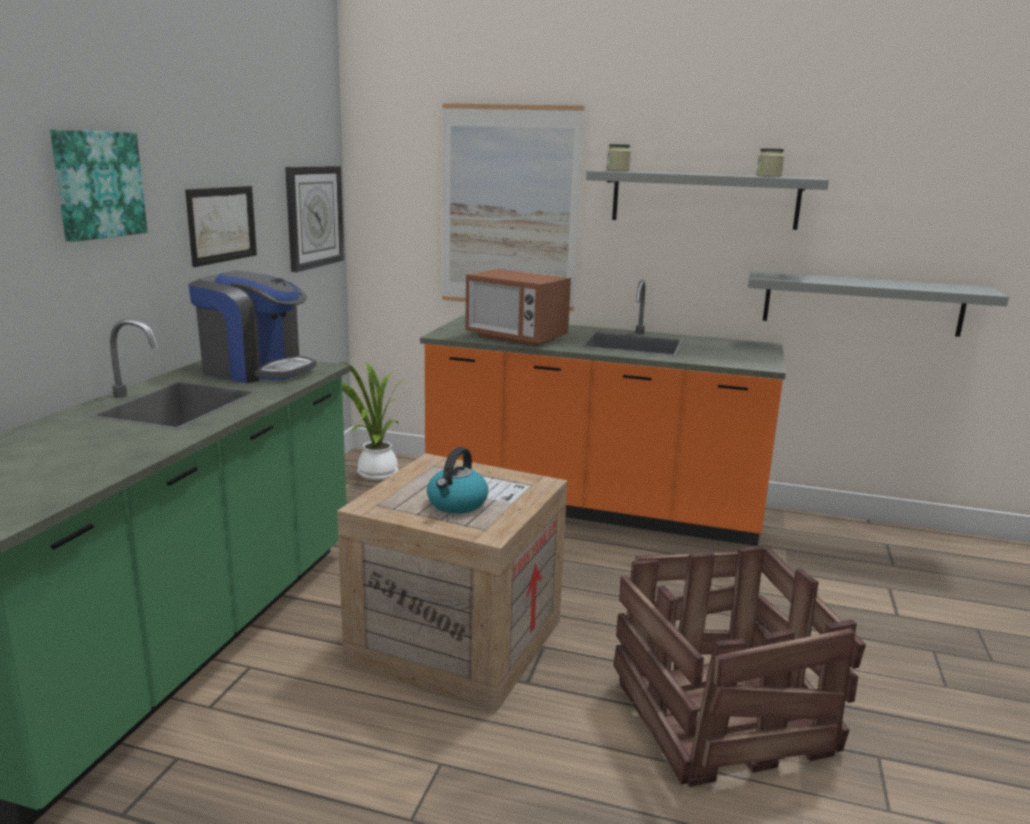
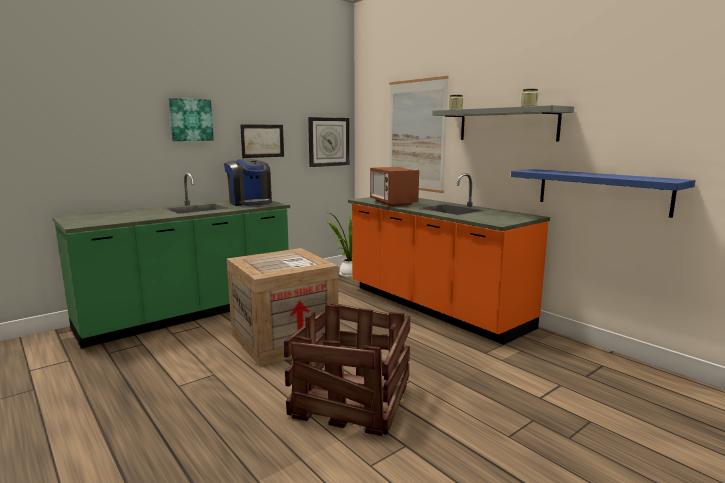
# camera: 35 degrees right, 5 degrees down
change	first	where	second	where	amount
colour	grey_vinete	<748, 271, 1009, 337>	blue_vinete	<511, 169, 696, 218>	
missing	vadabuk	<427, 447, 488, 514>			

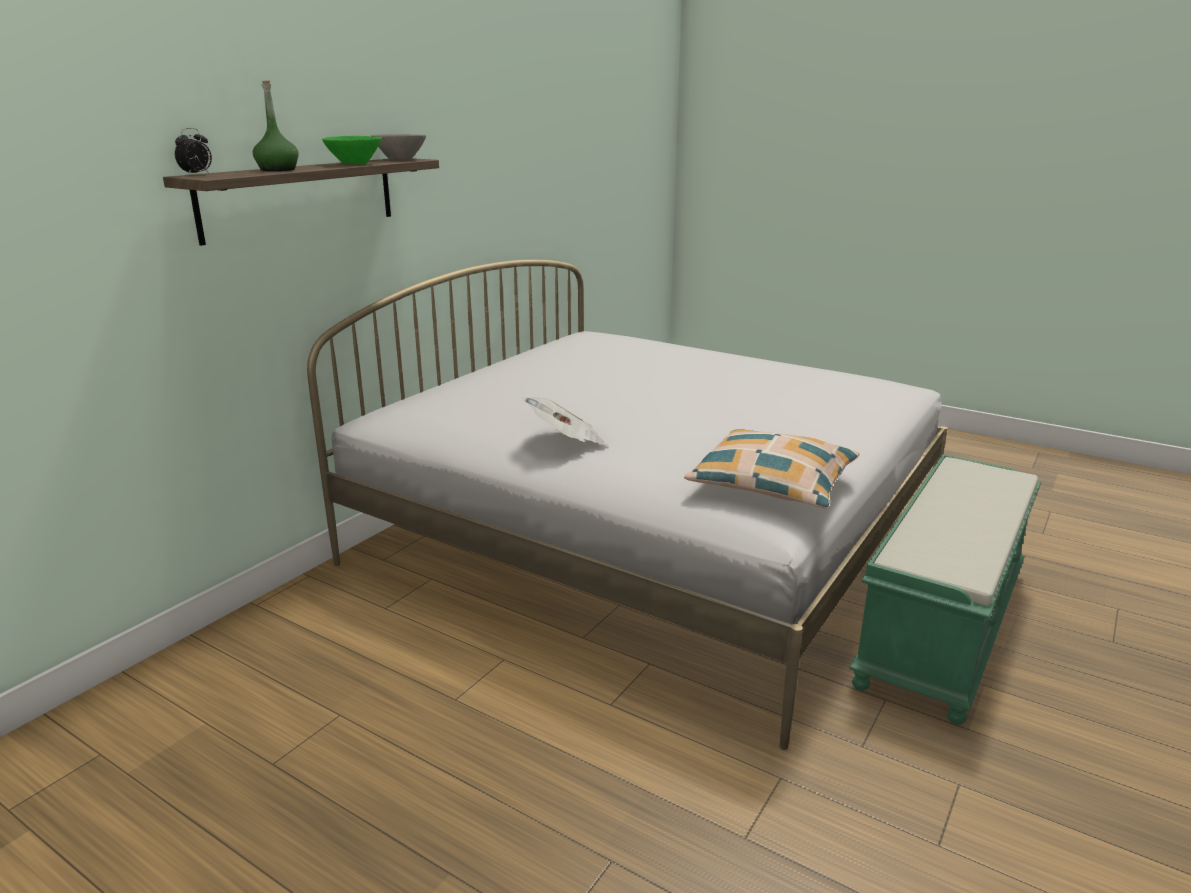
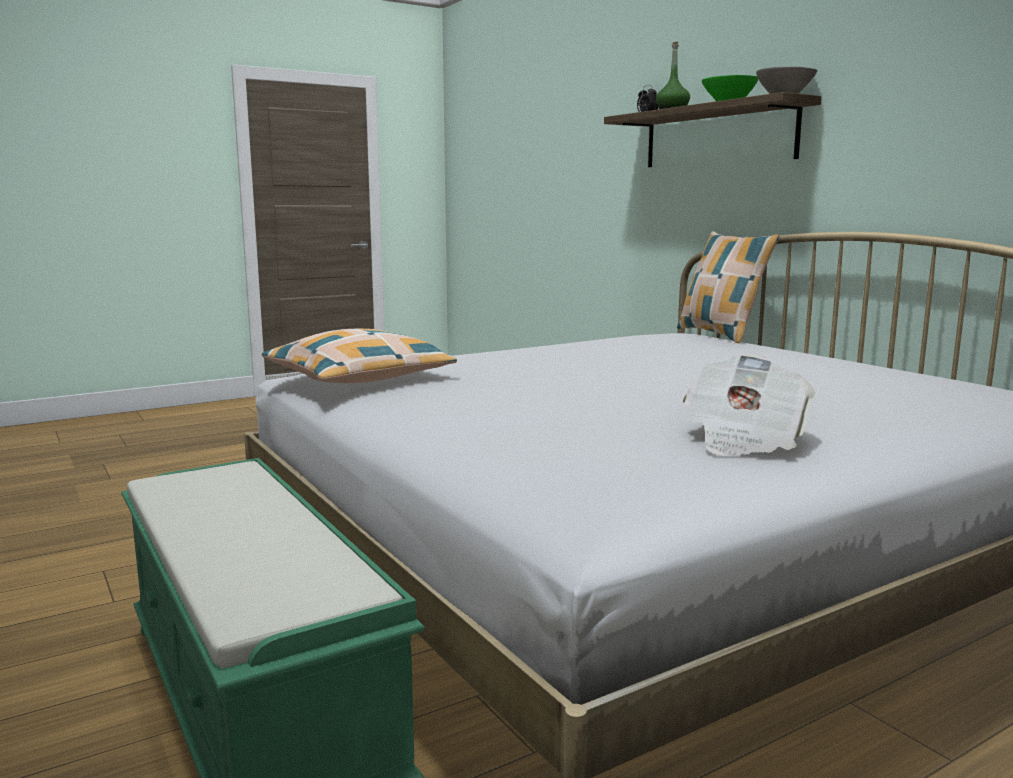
# camera: 115 degrees right, 10 degrees down
change	first	where	second	where	amount
relocated	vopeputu	<522, 397, 608, 445>		<683, 354, 815, 456>	
appeared			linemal	<677, 231, 780, 343>	

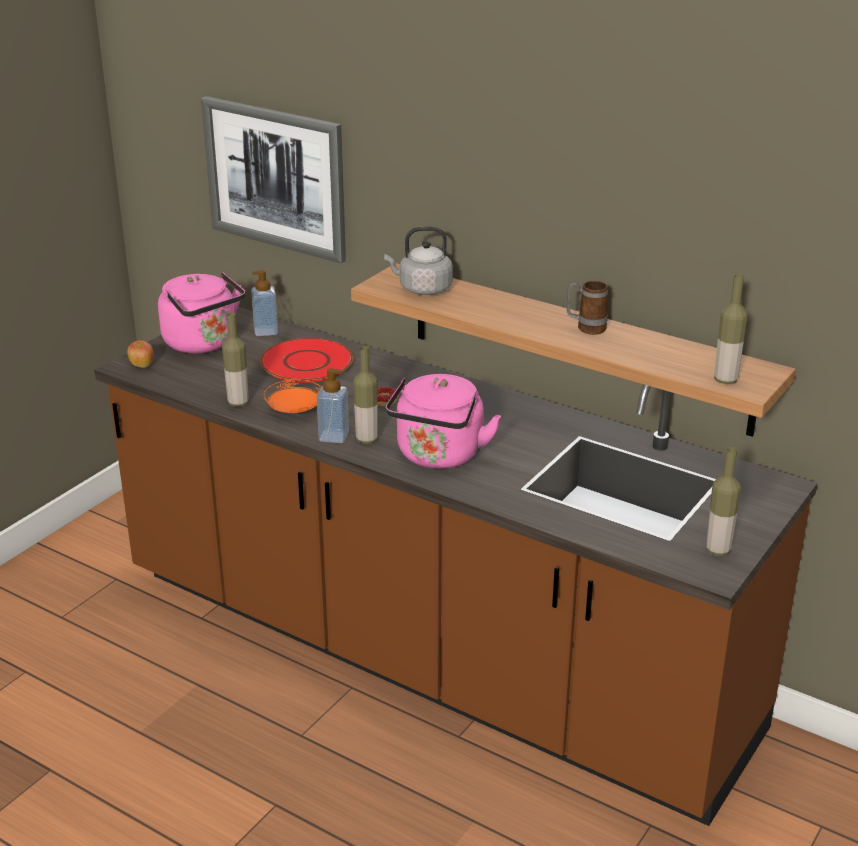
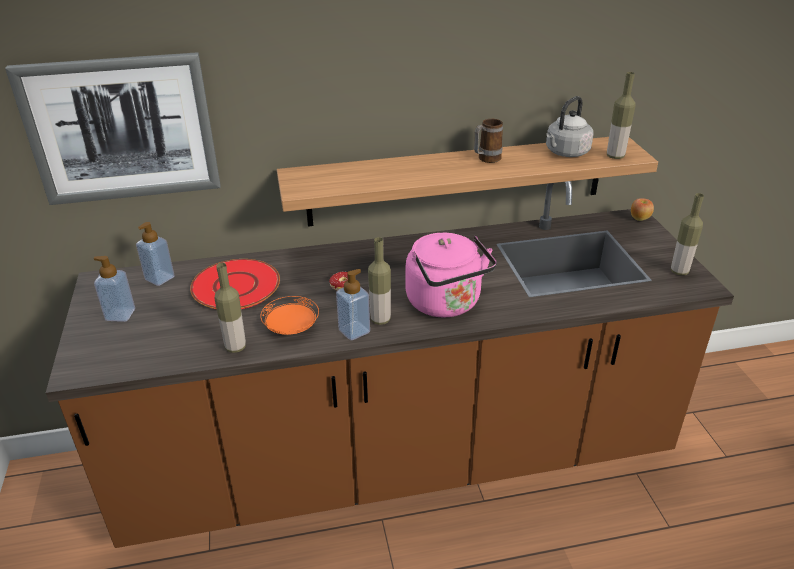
# camera: 45 degrees left, 5 degrees up
change	first	where	second	where	amount
relocated	grey_vadabuk	<384, 226, 453, 295>		<546, 96, 594, 157>	
exchanged	pink_vadabuk	<158, 272, 246, 353>	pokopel	<94, 256, 135, 322>	
relocated	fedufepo	<127, 340, 153, 368>		<631, 198, 654, 221>	

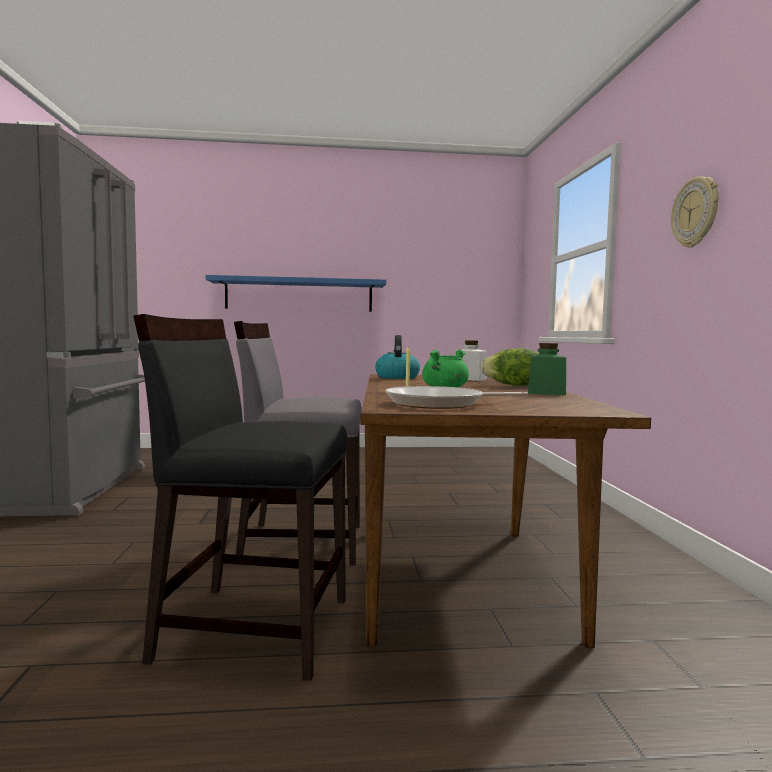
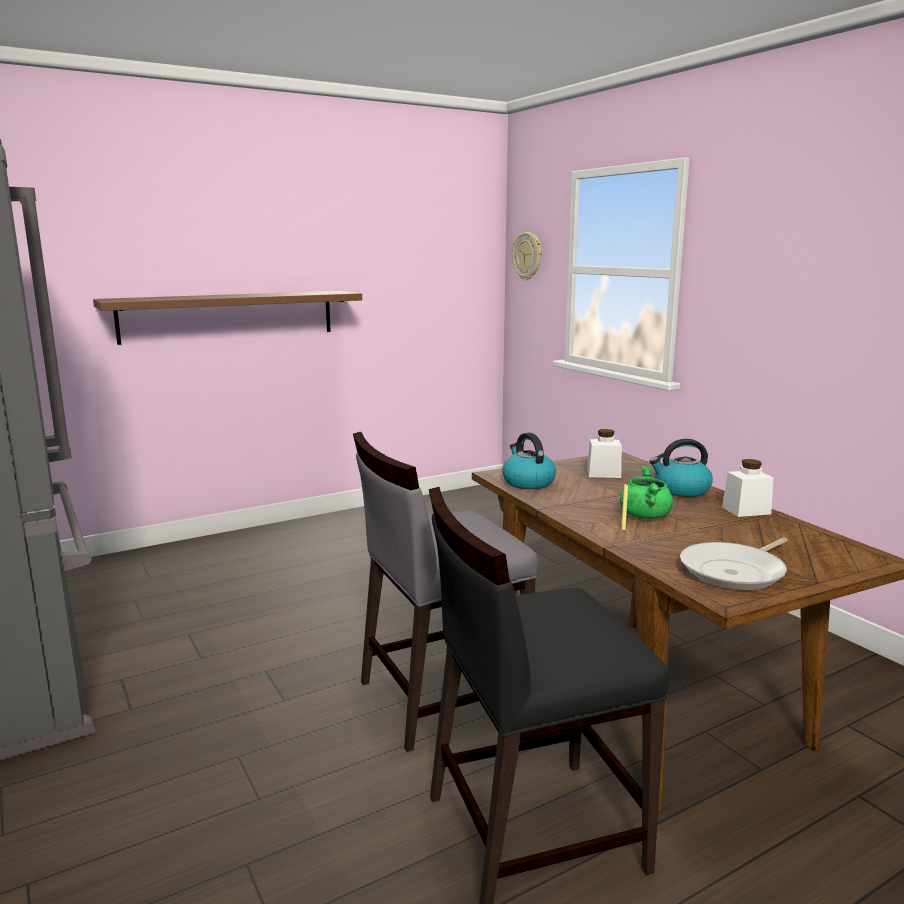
# camera: 25 degrees left, 10 degrees up
change	first	where	second	where	amount
relocated	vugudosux	<671, 177, 719, 248>		<512, 232, 541, 280>	
colour	blue_vinete	<206, 275, 386, 312>	brown_vinete	<93, 291, 362, 345>	
colour	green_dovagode	<528, 343, 566, 395>	white_dovagode	<722, 459, 774, 517>	
exchanged	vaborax	<481, 348, 539, 386>	vadabuk	<650, 439, 713, 497>	

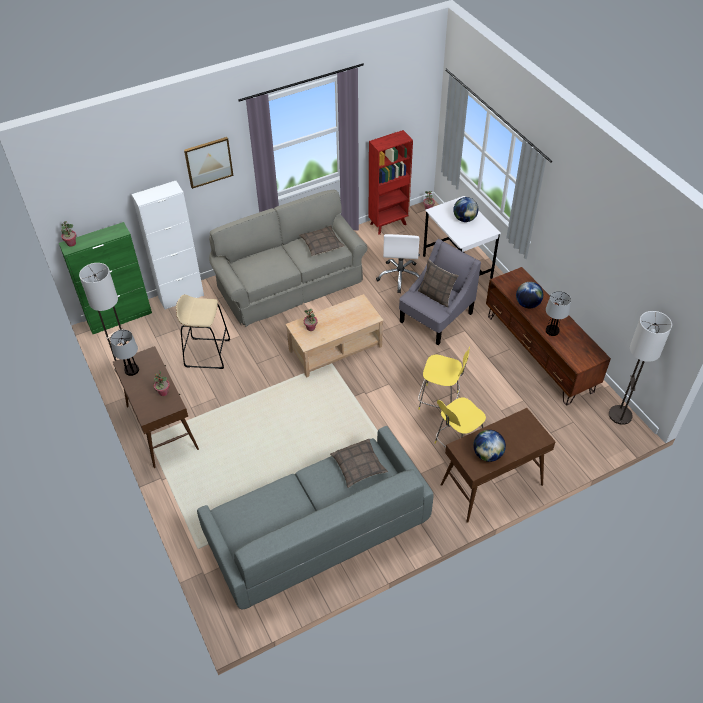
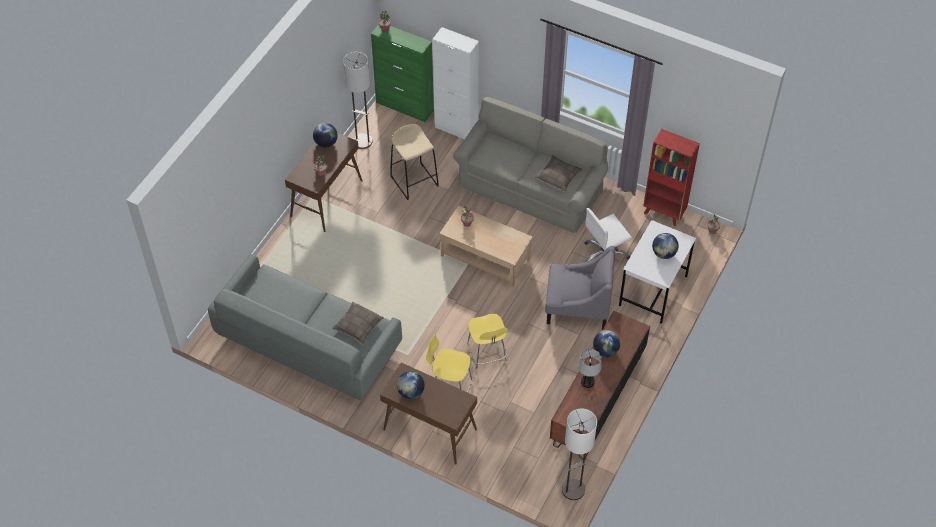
# camera: 55 degrees right, 5 degrees up
change	first	where	second	where	amount
missing	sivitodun	<184, 137, 234, 189>			
missing	linemal	<418, 259, 458, 308>			
exchanged	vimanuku	<110, 330, 139, 376>	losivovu	<313, 123, 338, 147>	

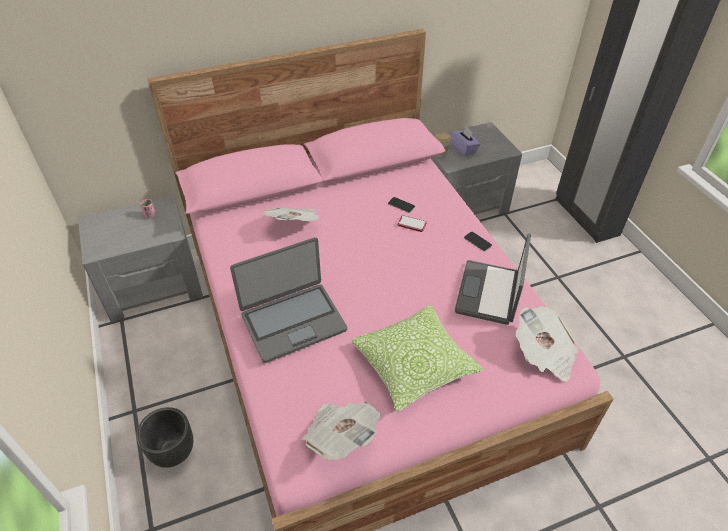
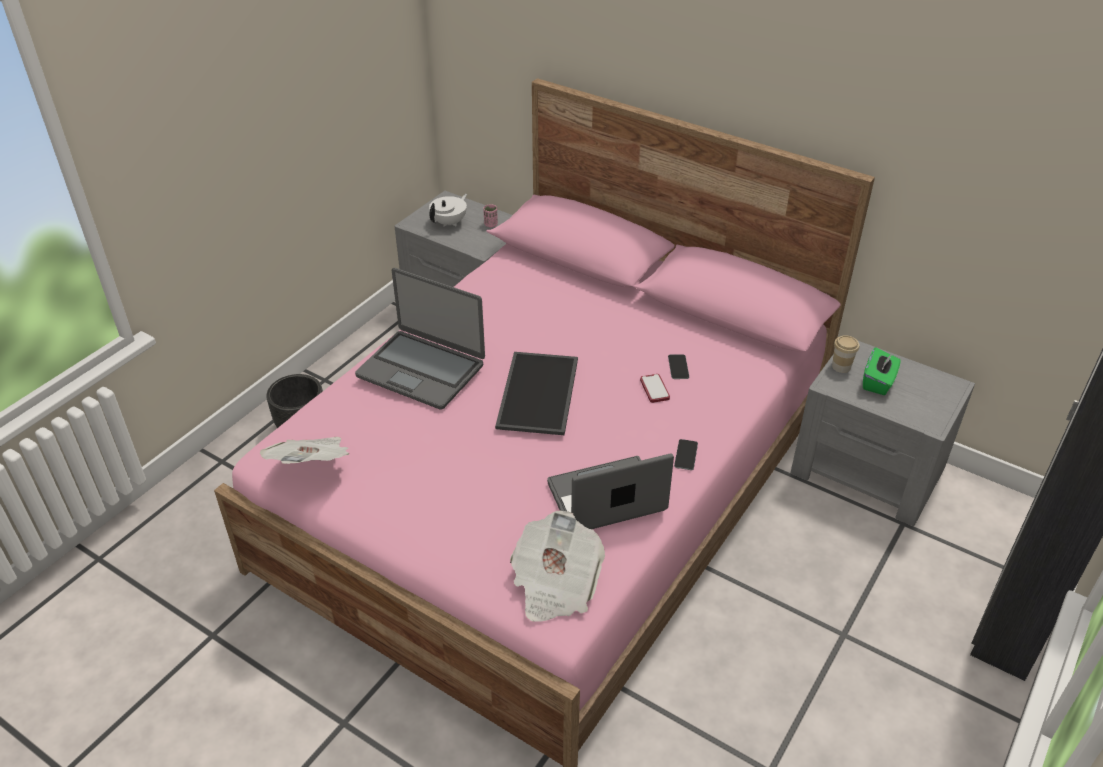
# camera: 55 degrees right, 5 degrees down
change	first	where	second	where	amount
colour	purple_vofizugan	<451, 127, 481, 156>	green_vofizugan	<863, 347, 901, 395>	
missing	vopeputu	<263, 207, 320, 221>			
missing	linemal	<351, 305, 483, 412>			
appeared			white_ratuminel	<429, 194, 467, 227>	
appeared			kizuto	<495, 352, 578, 435>	

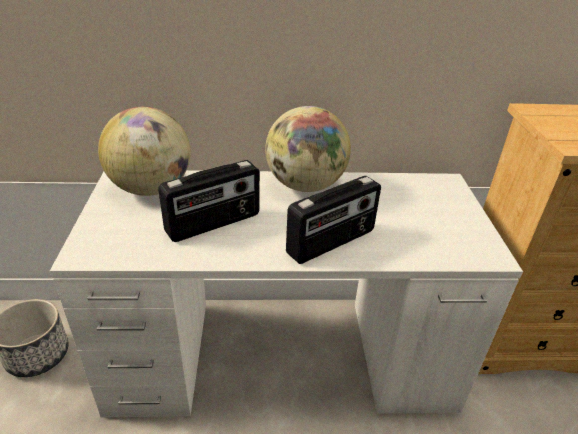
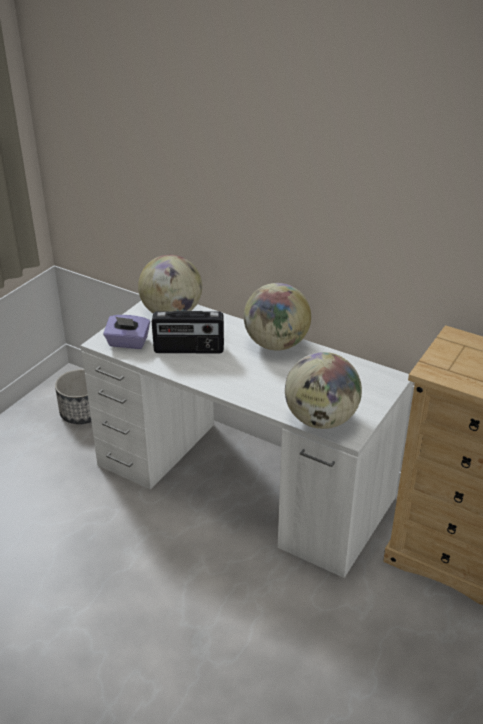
# camera: 35 degrees right, 0 degrees up
change	first	where	second	where	amount
missing	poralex	<286, 176, 381, 264>			
appeared			purple_vofizugan	<103, 315, 150, 349>	
appeared			losivovu	<285, 352, 362, 429>	

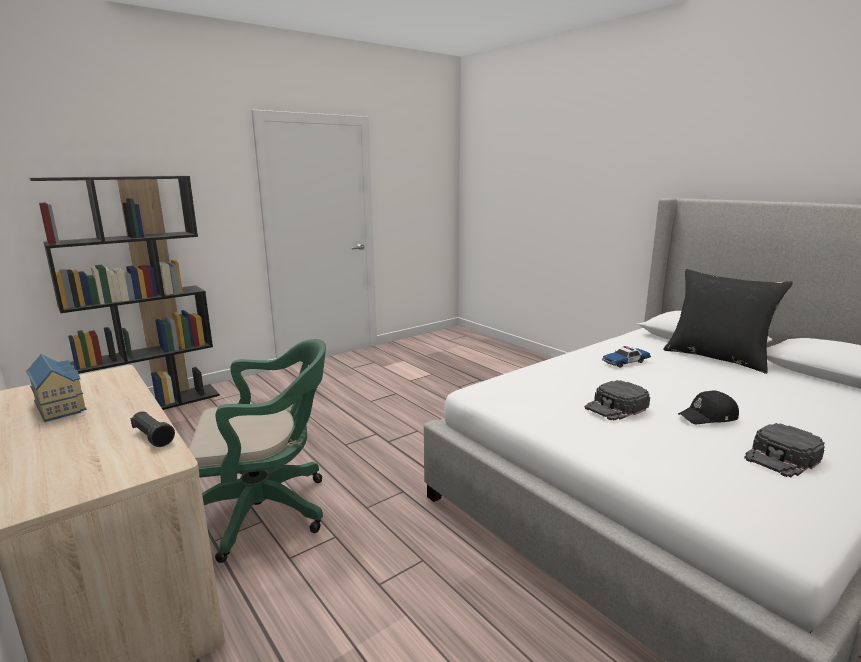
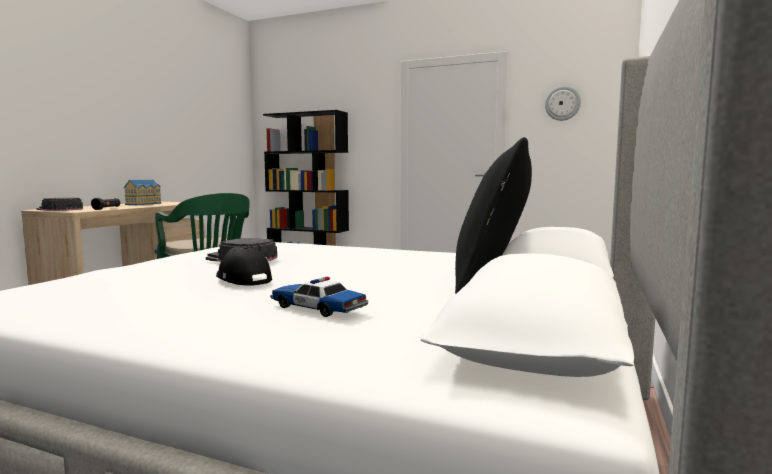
# camera: 60 degrees right, 10 degrees down
change	first	where	second	where	amount
relocated	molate	<602, 346, 651, 368>		<270, 277, 368, 317>	
relocated	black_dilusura	<744, 423, 825, 477>		<36, 197, 83, 211>	
appeared			vugudosux	<545, 86, 581, 121>	

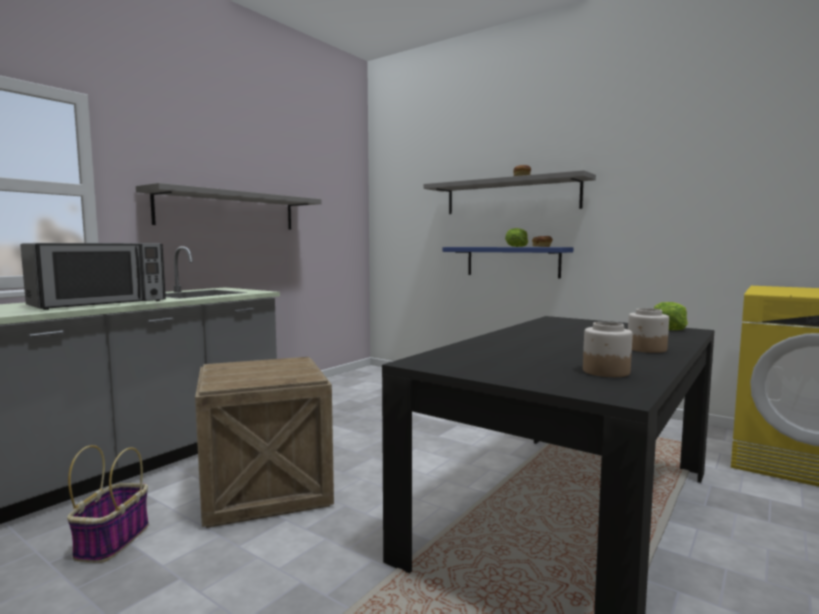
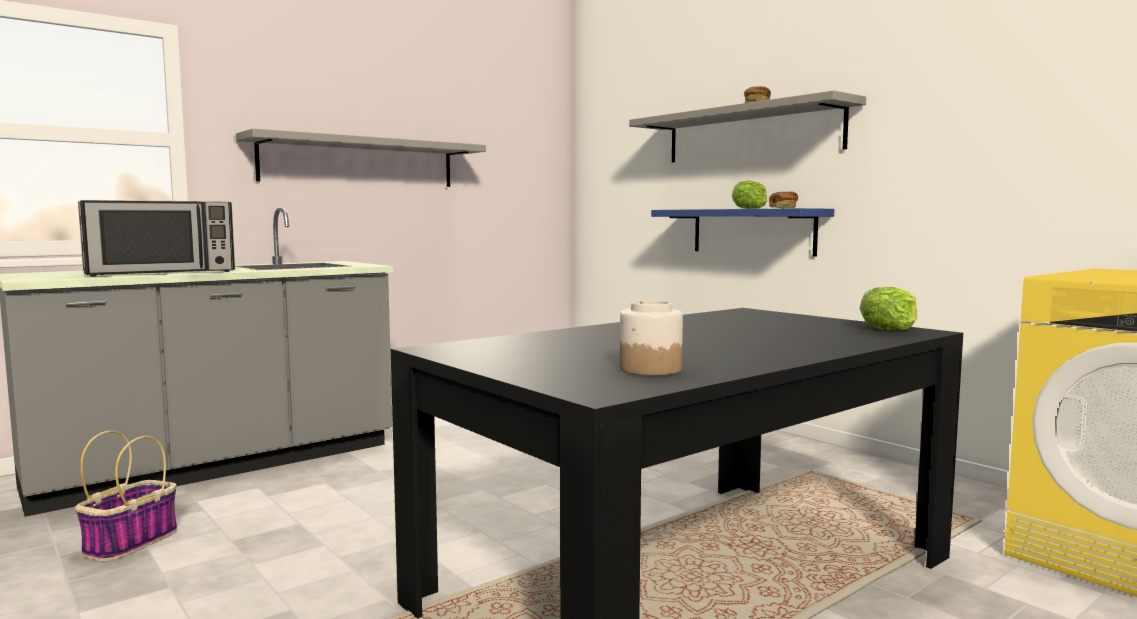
# camera: 15 degrees right, 0 degrees up
change	first	where	second	where	amount
missing	dovagode	<628, 308, 669, 353>			
missing	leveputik	<195, 357, 334, 528>			

